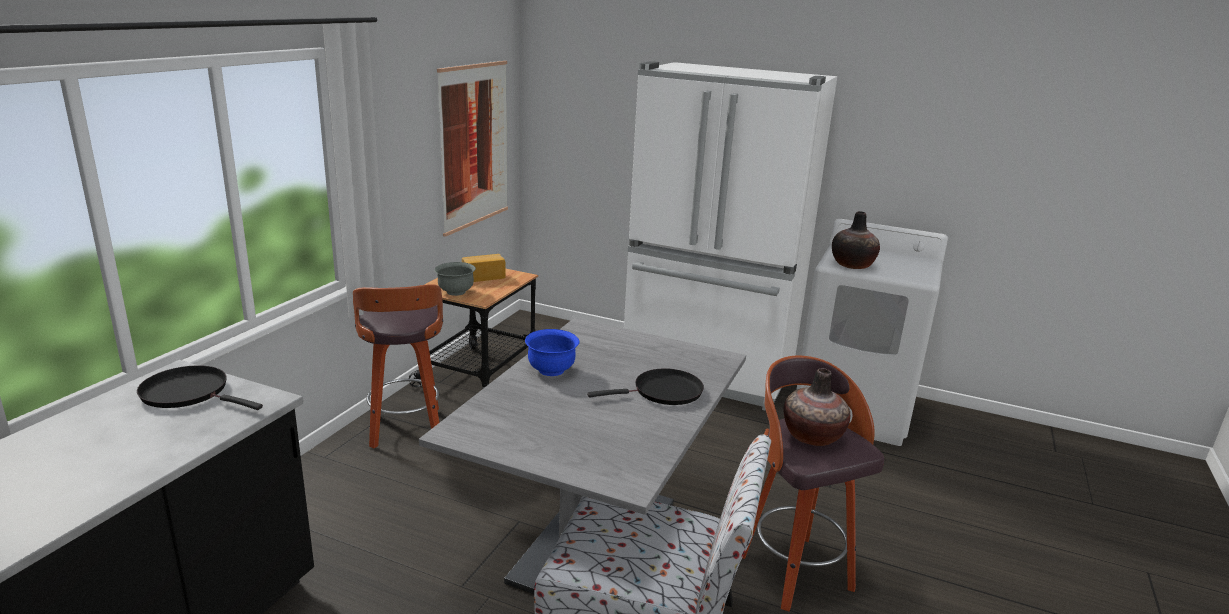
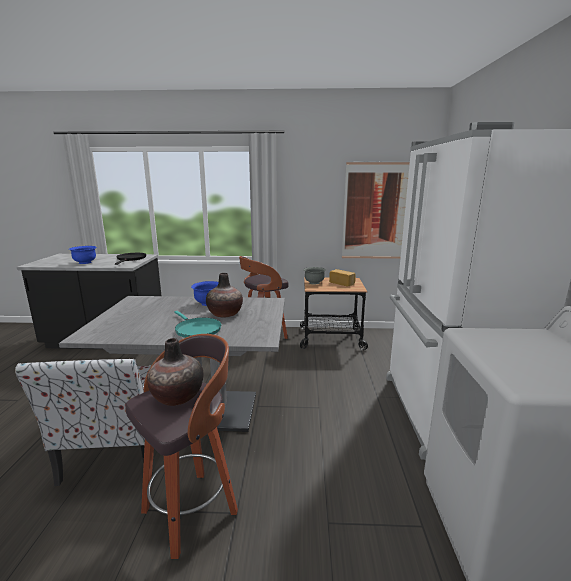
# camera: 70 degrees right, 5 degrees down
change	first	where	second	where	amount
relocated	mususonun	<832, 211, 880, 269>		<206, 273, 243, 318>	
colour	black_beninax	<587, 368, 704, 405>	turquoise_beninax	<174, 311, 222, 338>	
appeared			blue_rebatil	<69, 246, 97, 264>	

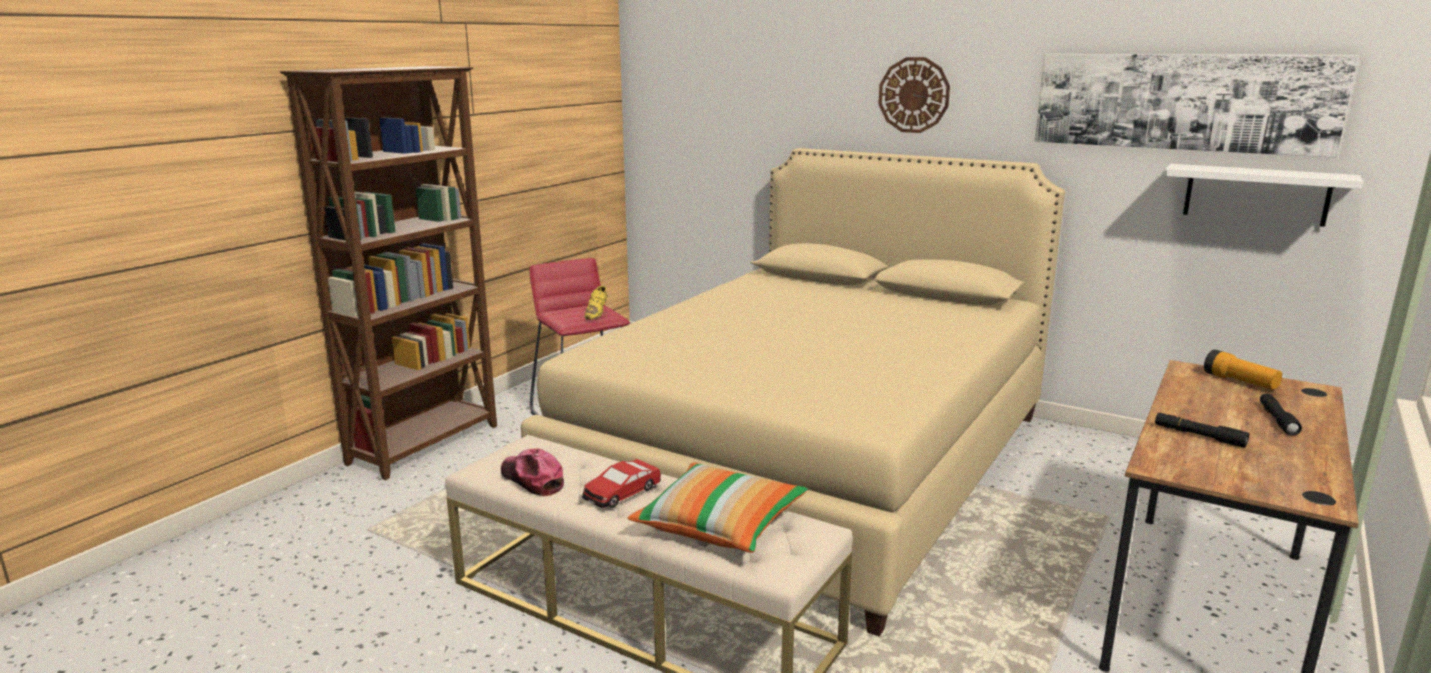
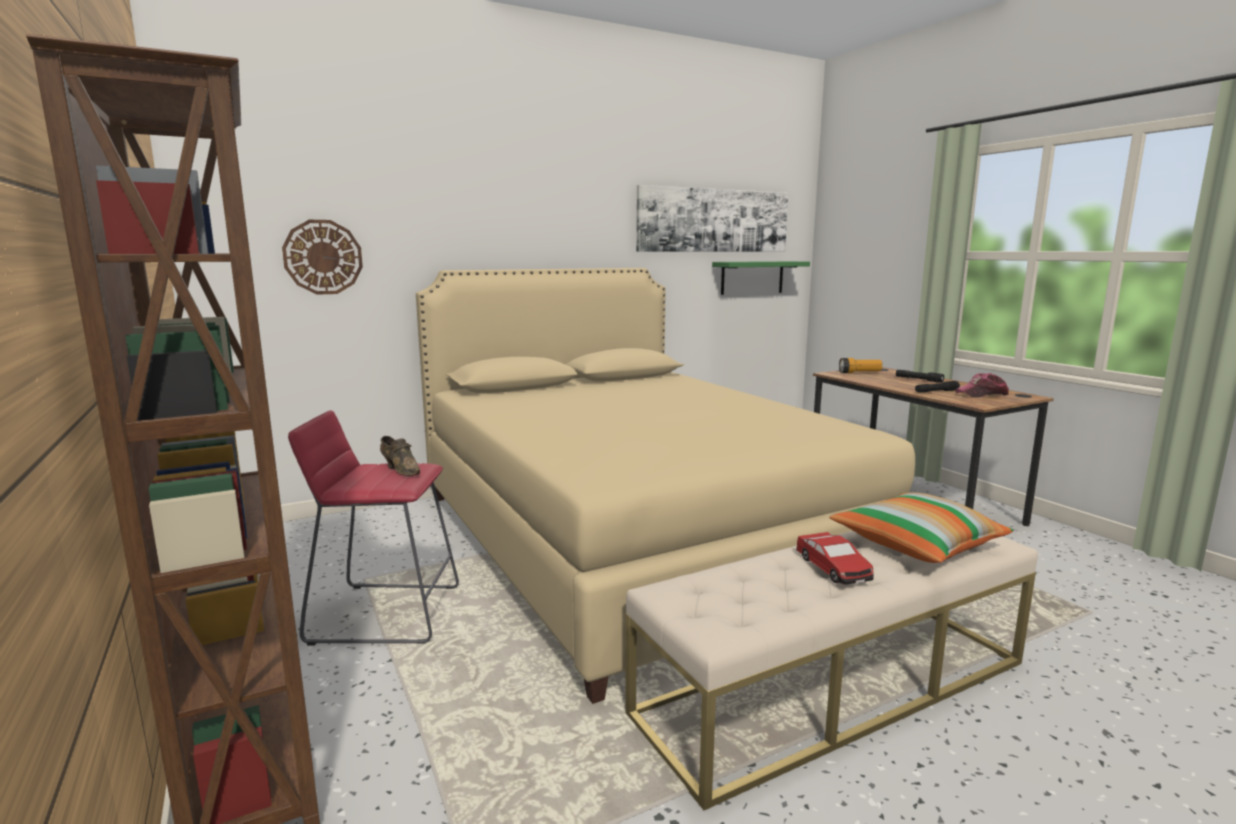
# camera: 60 degrees left, 5 degrees down
change	first	where	second	where	amount
relocated	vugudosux	<878, 57, 950, 133>		<282, 220, 363, 295>	
colour	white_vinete	<1164, 164, 1363, 227>	green_vinete	<712, 261, 810, 295>	
colour	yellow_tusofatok	<585, 286, 608, 320>	brown_tusofatok	<380, 436, 420, 476>	
relocated	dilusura	<501, 448, 564, 496>		<955, 373, 1009, 398>	

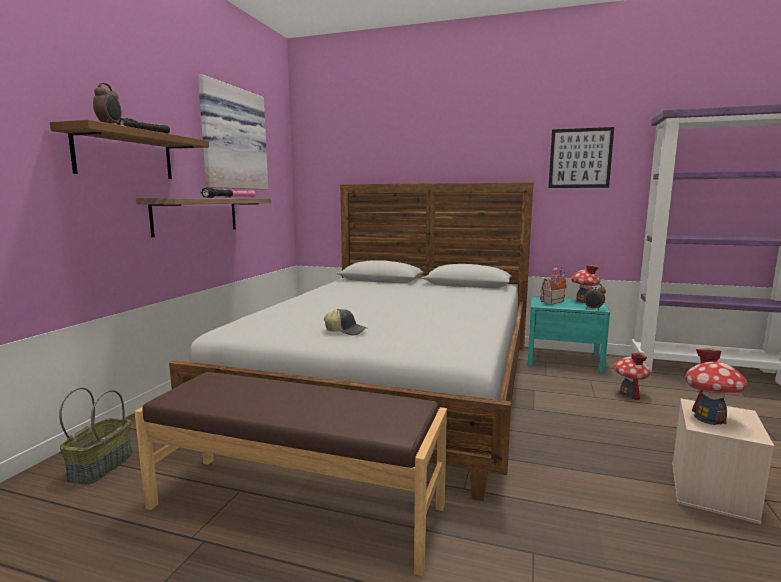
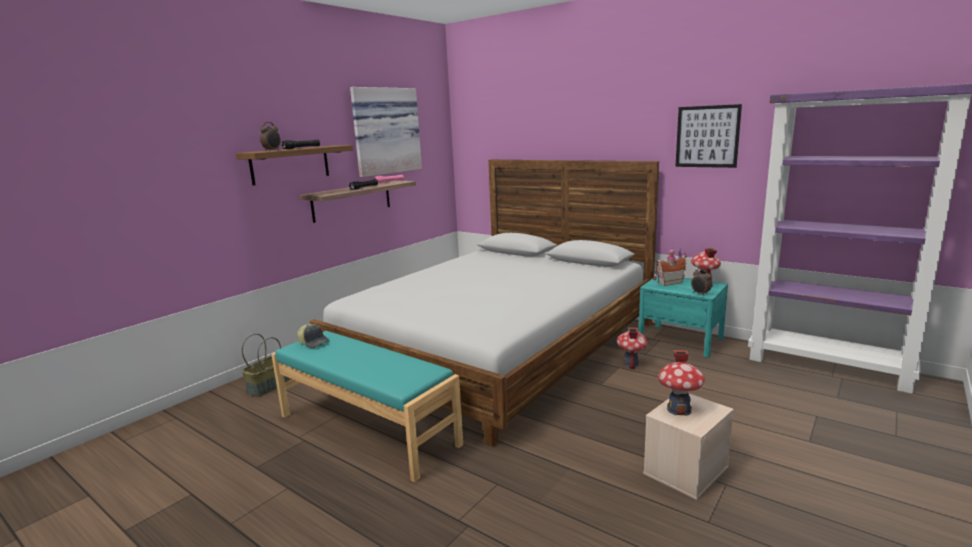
# camera: 20 degrees right, 5 degrees up
change	first	where	second	where	amount
relocated	dilusura	<324, 309, 367, 335>		<297, 324, 330, 348>	
relocated	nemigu	<614, 353, 650, 400>		<617, 328, 647, 369>	
colour	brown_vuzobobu	<134, 372, 447, 576>	turquoise_vuzobobu	<272, 331, 463, 483>	

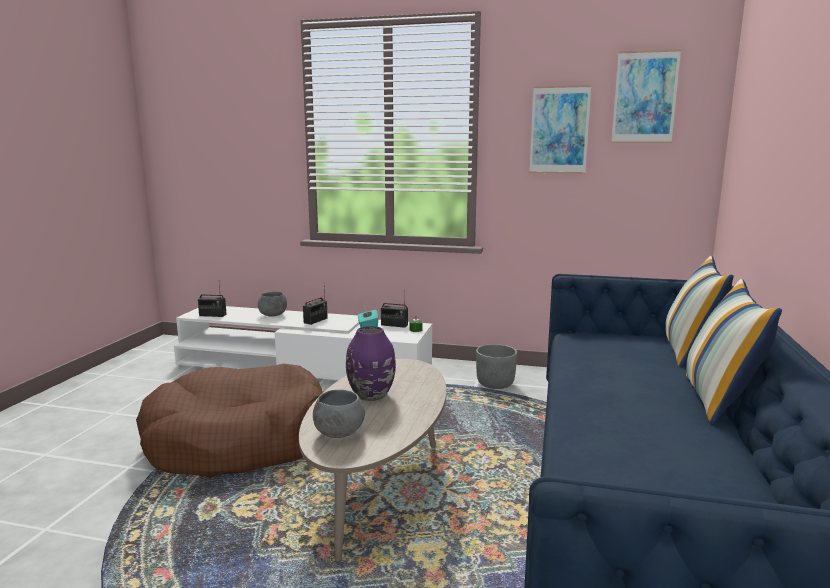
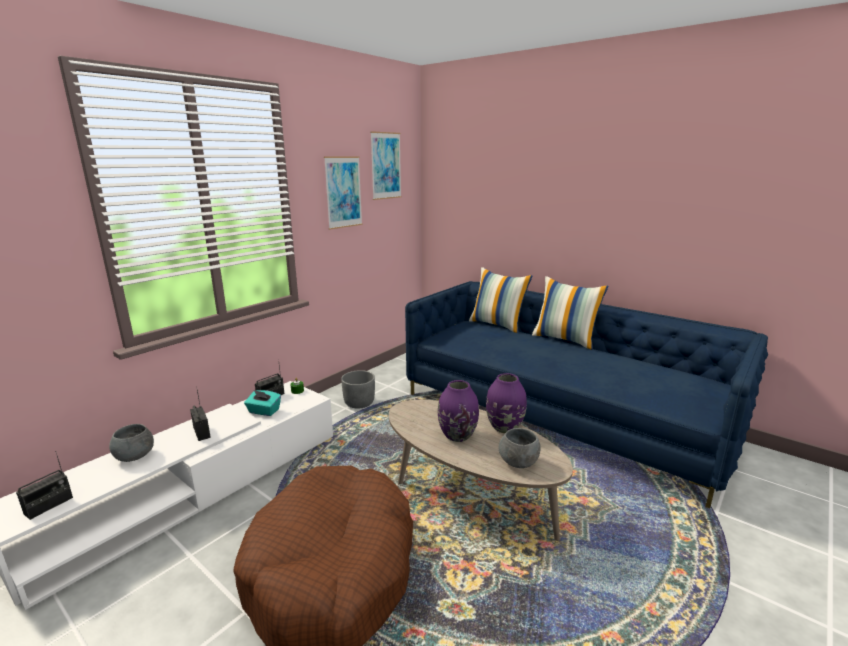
# camera: 65 degrees left, 5 degrees up
change	first	where	second	where	amount
appeared			purple_mususonun	<486, 373, 527, 433>	

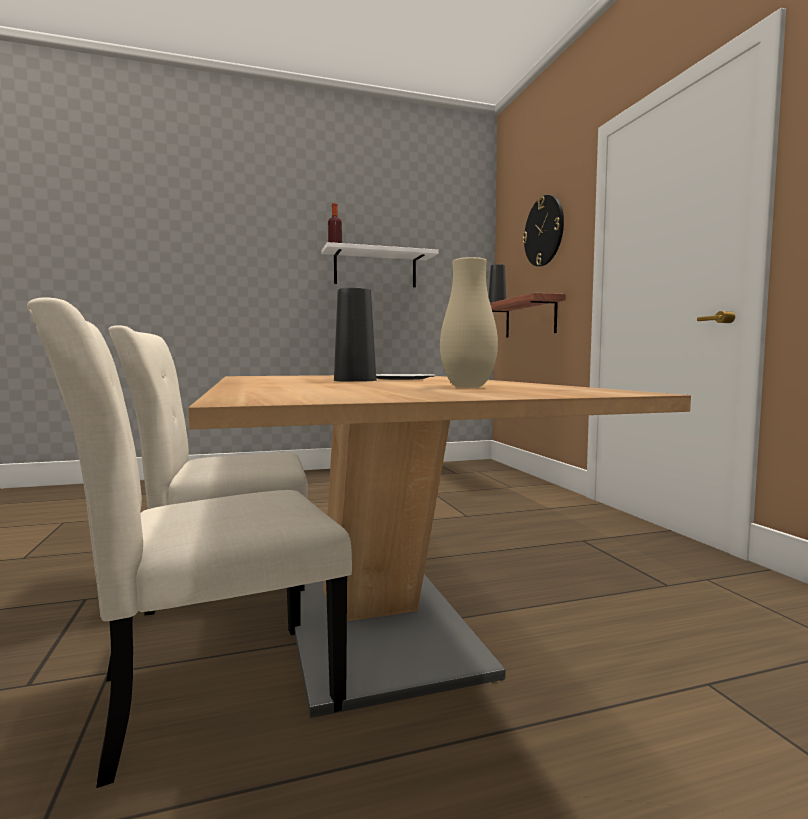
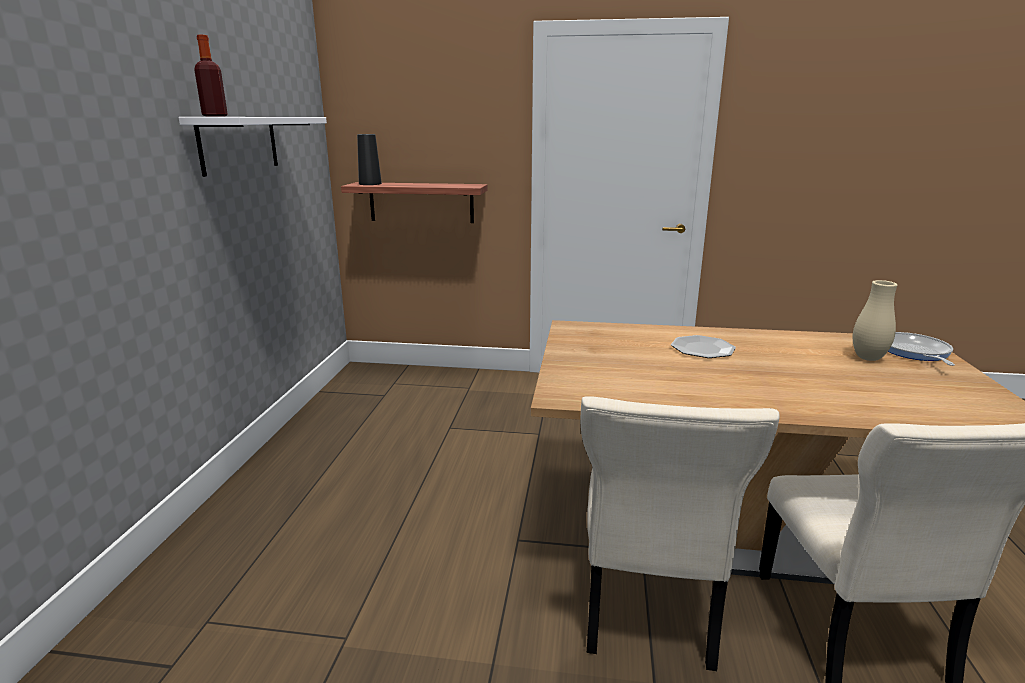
# camera: 65 degrees left, 15 degrees up
change	first	where	second	where	amount
missing	vugudosux	<522, 195, 564, 266>			
missing	black_mususonun	<334, 287, 376, 382>			
appeared			beninax	<888, 332, 955, 366>	

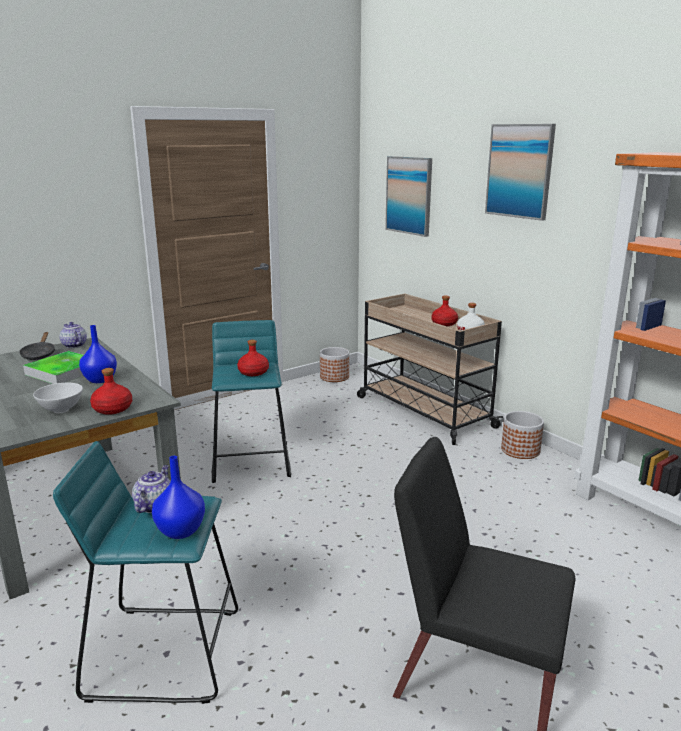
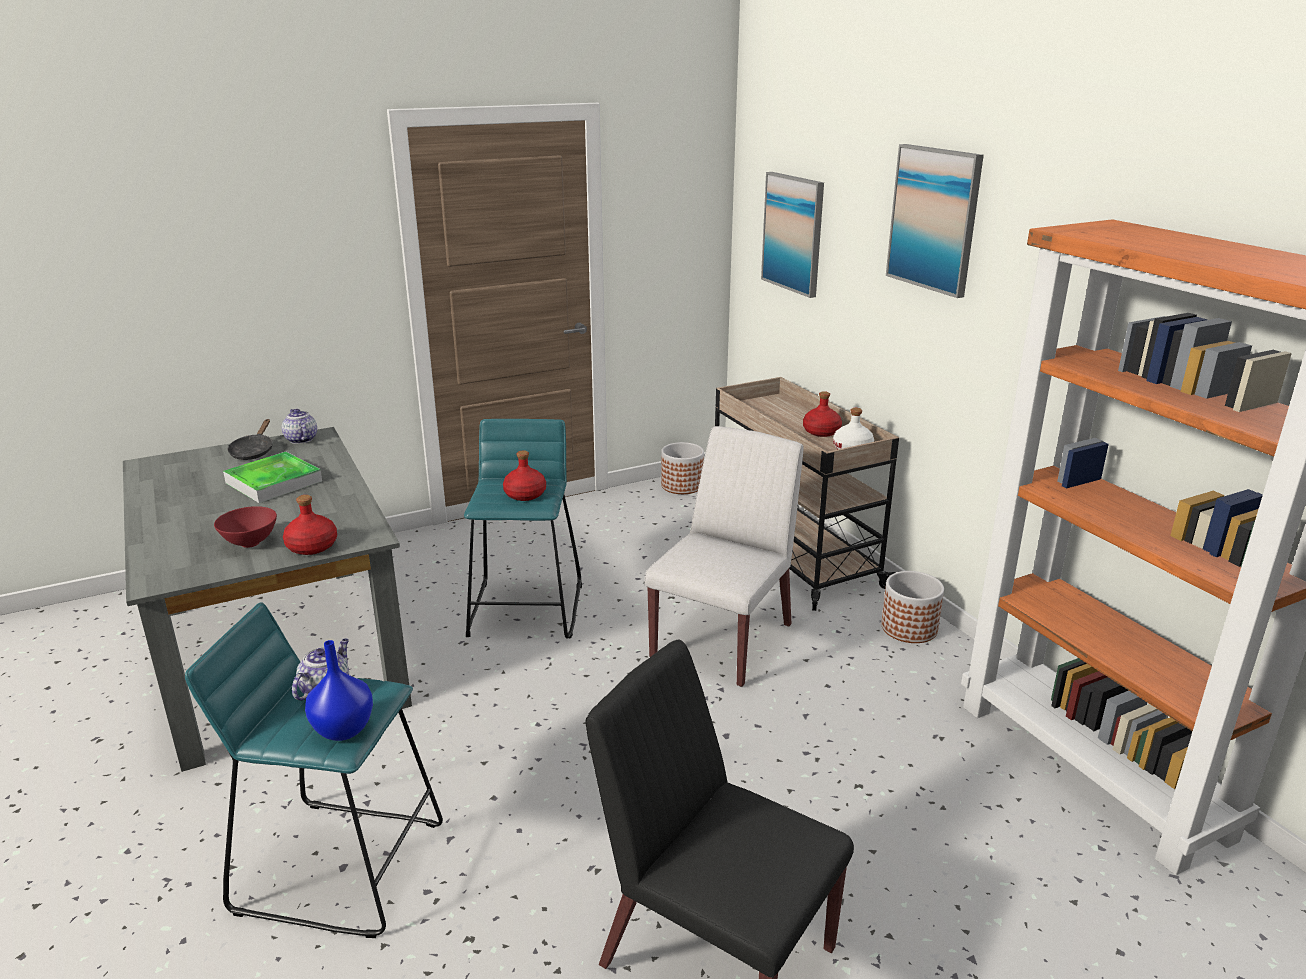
# camera: 10 degrees right, 5 degrees up
change	first	where	second	where	amount
missing	blue_mususonun	<79, 325, 117, 383>			
colour	white_rebatil	<33, 383, 83, 413>	red_rebatil	<214, 506, 277, 548>	
appeared			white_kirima	<644, 426, 804, 687>	

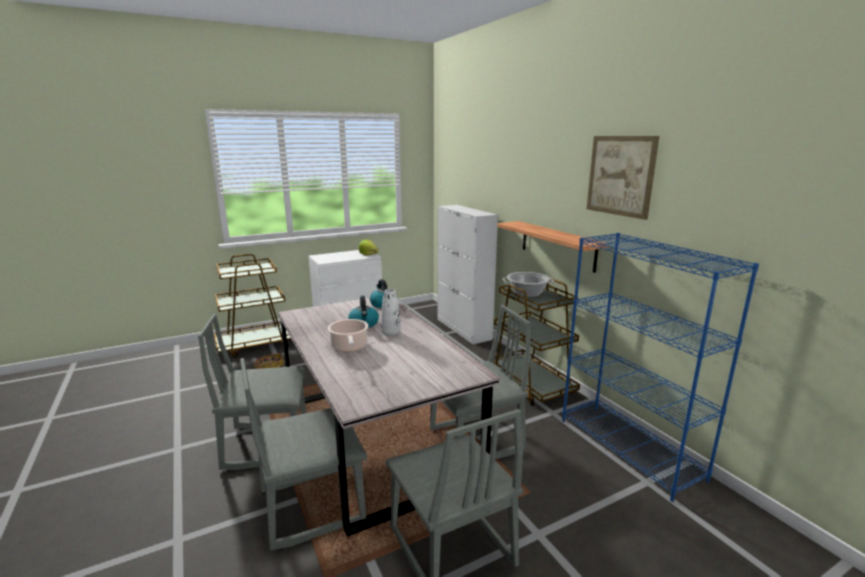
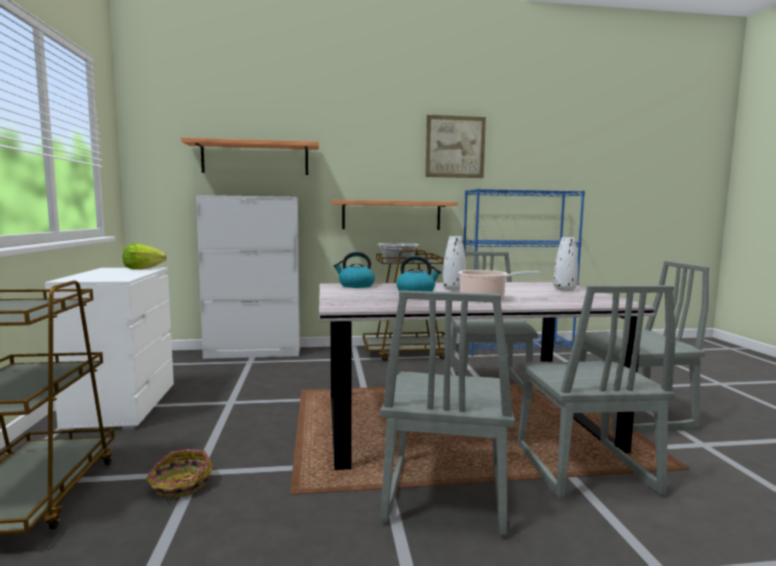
# camera: 70 degrees left, 10 degrees down
change	first	where	second	where	amount
appeared			vinete	<181, 137, 319, 175>	
appeared			white_mususonun	<553, 237, 578, 291>	

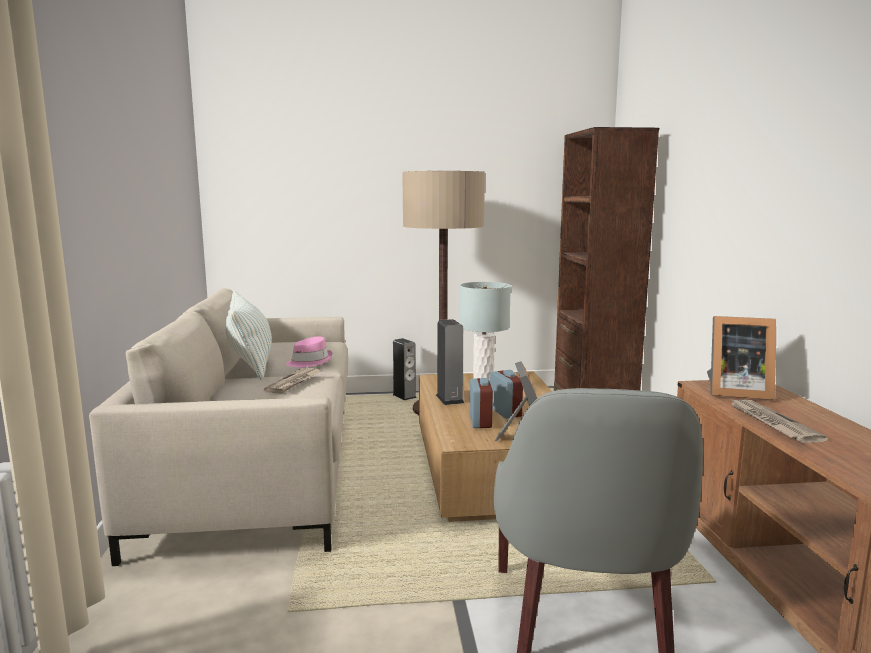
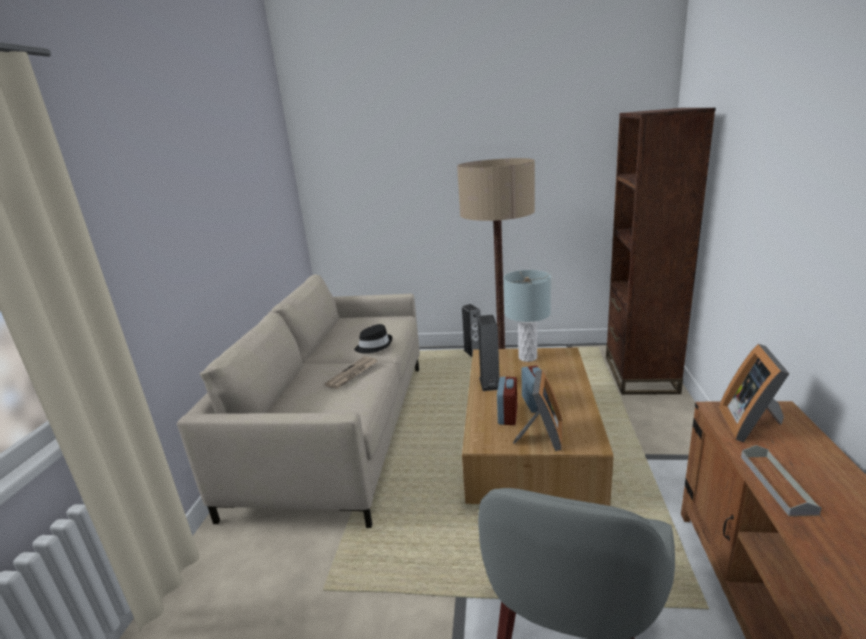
# camera: 15 degrees right, 10 degrees up
change	first	where	second	where	amount
missing	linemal	<225, 291, 272, 380>			
spun	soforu	<707, 316, 776, 400>		<719, 344, 789, 442>	75 degrees clockwise
colour	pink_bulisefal	<286, 337, 332, 367>	black_bulisefal	<355, 324, 392, 354>	
exchanged	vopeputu	<730, 399, 828, 443>	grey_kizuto	<741, 445, 821, 516>	

